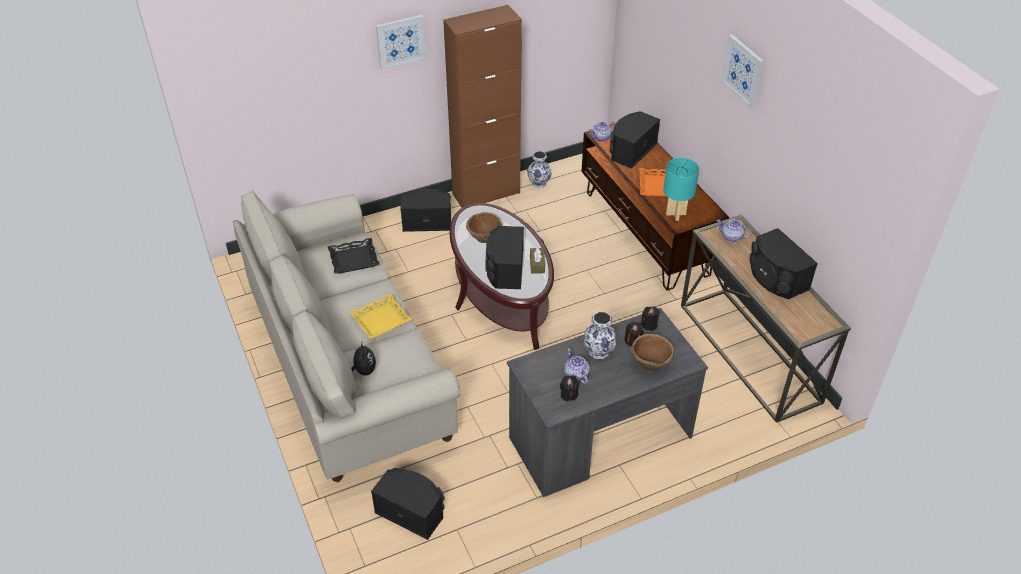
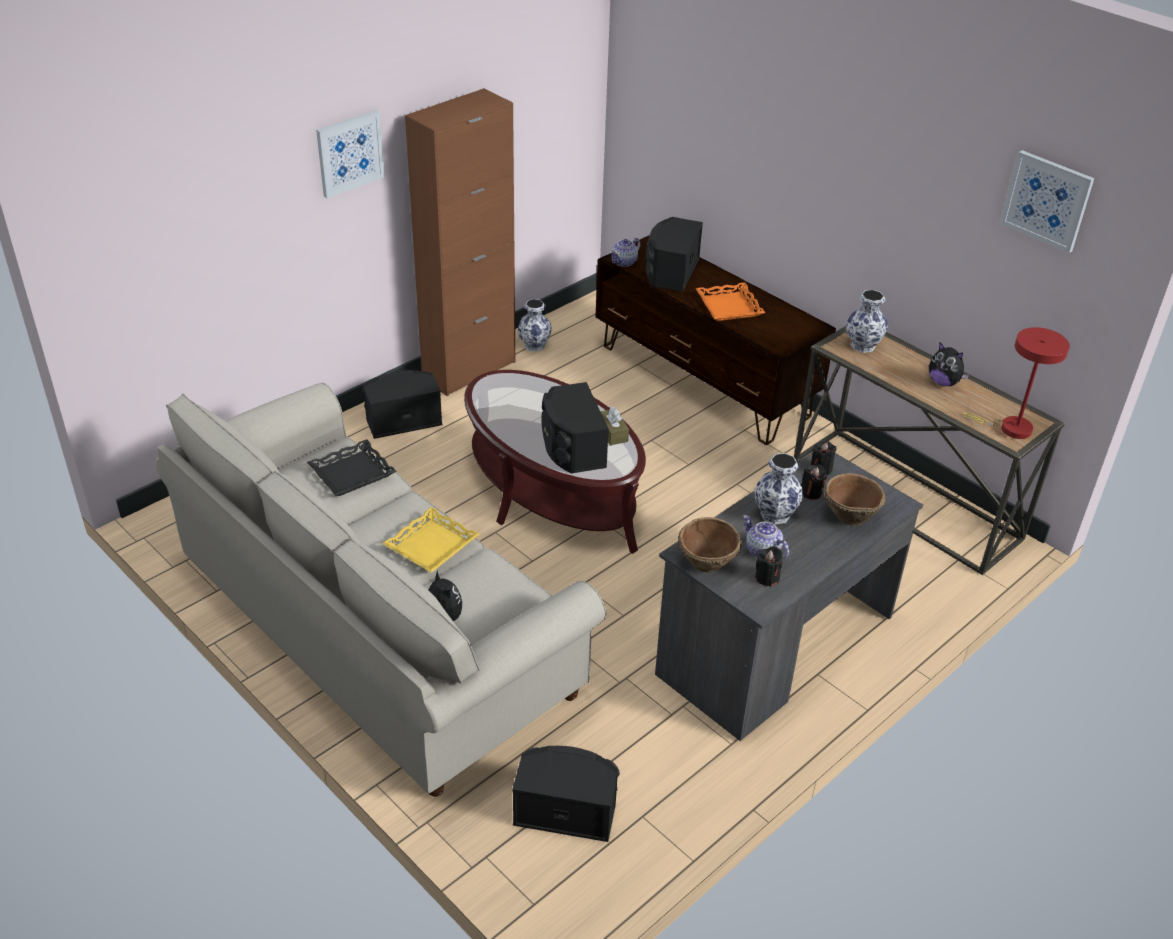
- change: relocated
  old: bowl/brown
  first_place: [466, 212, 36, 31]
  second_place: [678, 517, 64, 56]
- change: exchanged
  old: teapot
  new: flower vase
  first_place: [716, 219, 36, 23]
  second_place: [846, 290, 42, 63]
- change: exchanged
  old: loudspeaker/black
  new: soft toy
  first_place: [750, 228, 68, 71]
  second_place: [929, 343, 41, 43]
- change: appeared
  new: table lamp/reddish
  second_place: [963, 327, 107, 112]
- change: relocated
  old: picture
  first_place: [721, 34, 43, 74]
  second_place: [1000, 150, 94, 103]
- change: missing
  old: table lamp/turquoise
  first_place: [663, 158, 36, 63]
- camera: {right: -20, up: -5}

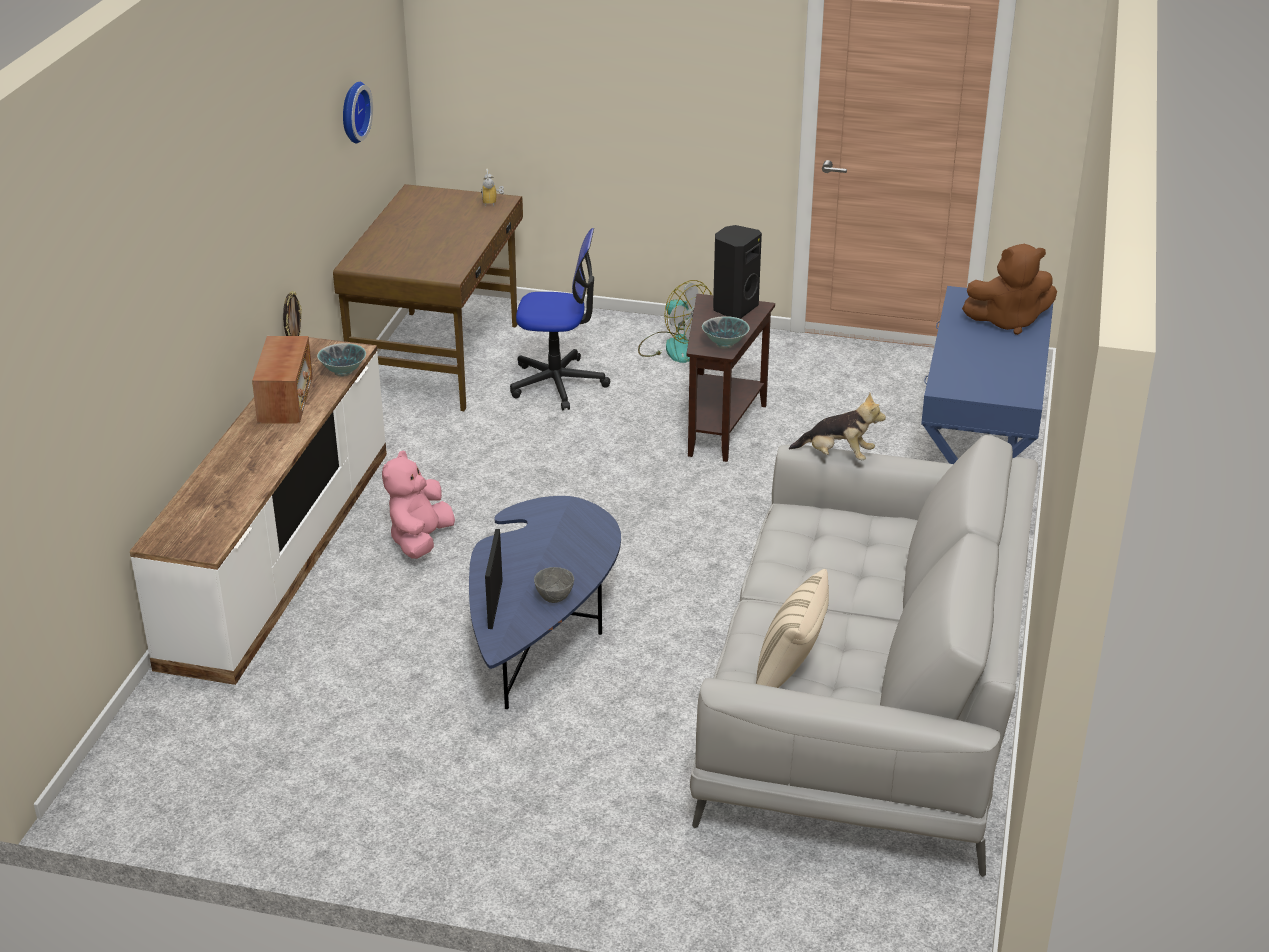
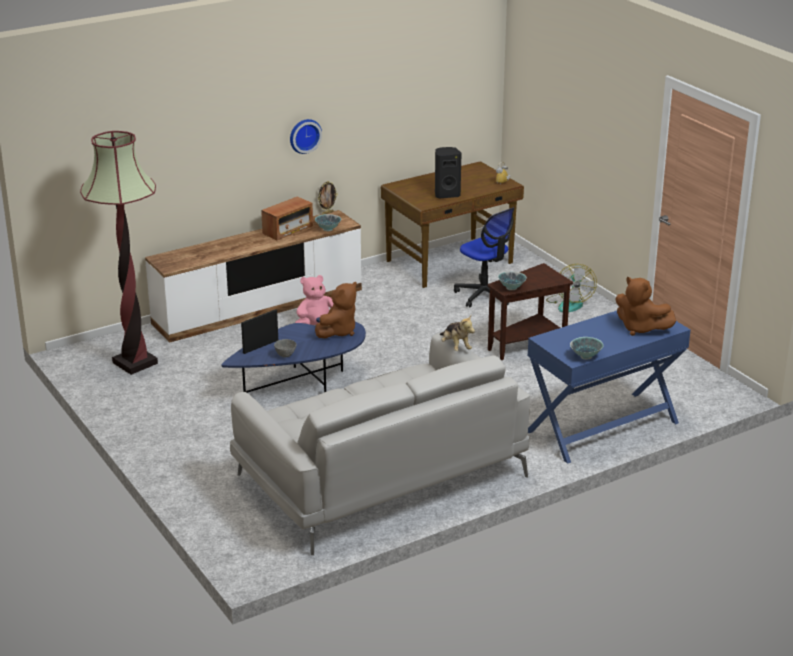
- change: appeared
  new: standing lamp
  second_place: [80, 131, 78, 244]
- change: relocated
  old: clock on the wall
  first_place: [343, 82, 30, 61]
  second_place: [290, 119, 32, 35]
- change: appeared
  new: soft toy/brown
  second_place: [315, 282, 42, 56]
- change: relocated
  old: loudspeaker/black
  first_place: [713, 225, 49, 94]
  second_place: [435, 147, 26, 51]
- change: appeared
  new: bowl
  second_place: [570, 337, 34, 23]
- change: missing
  old: throw pillow/sand-coloured
  first_place: [756, 569, 73, 119]
- camera: {right: 45, up: -5}

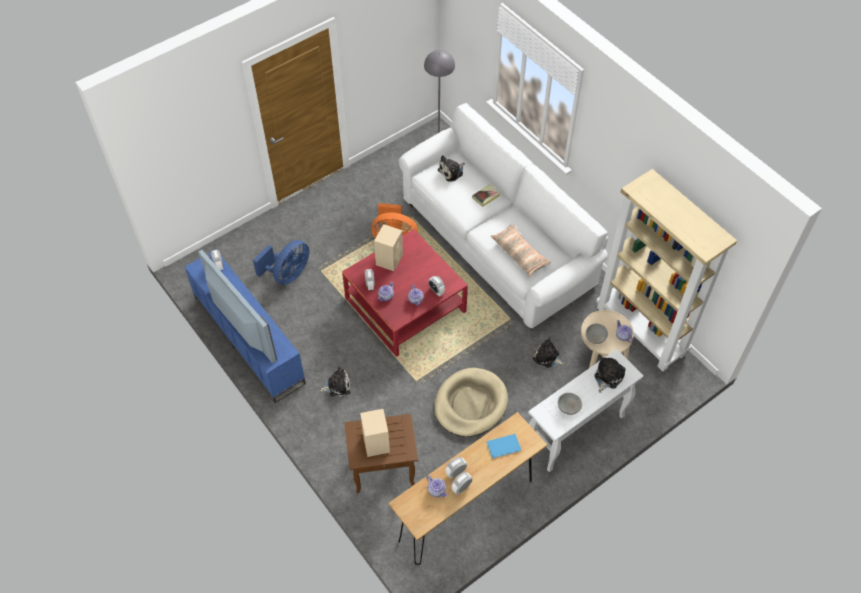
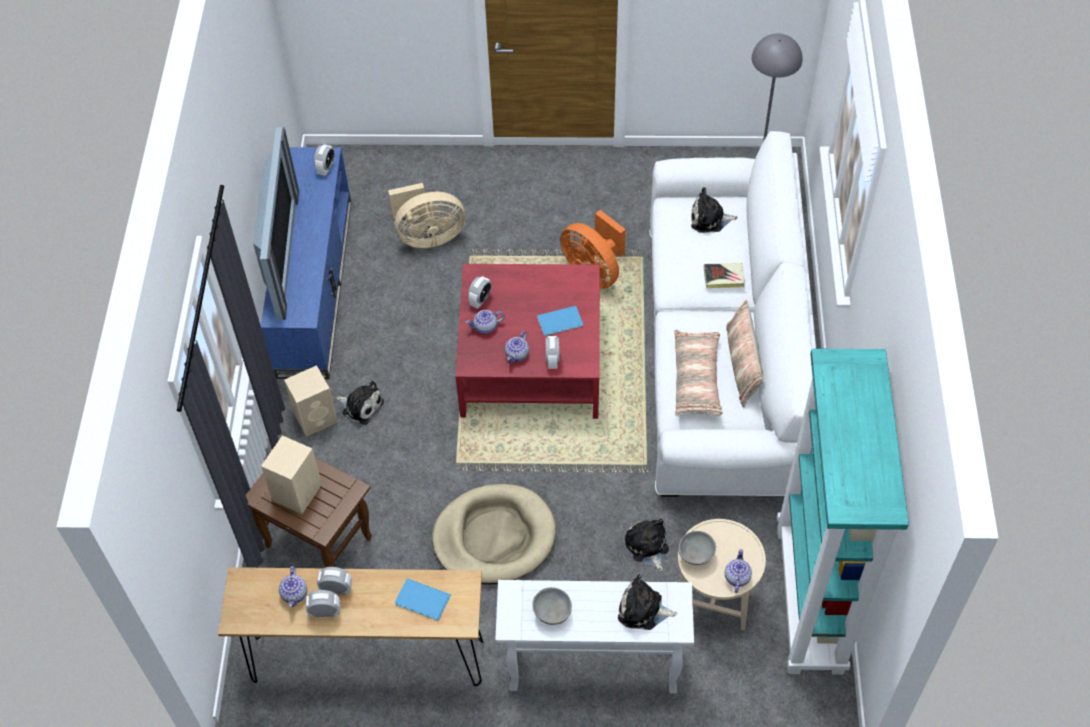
- change: relocated
  old: loudspeaker/sand-coloured
  first_place: [374, 224, 29, 47]
  second_place: [284, 365, 54, 71]
- change: colour
  old: fan/blue-coloured
  new: fan/sand-coloured
  first_place: [253, 240, 56, 45]
  second_place: [388, 183, 78, 65]
- change: appeared
  new: bound book/blue-coloured
  second_place: [537, 306, 46, 30]
- change: spun
  old: soft toy
  first_place: [594, 358, 31, 35]
  second_place: [618, 574, 59, 56]
  degrees: -150
- change: appeared
  new: throw pillow
  second_place: [726, 300, 37, 108]
- change: colour
  old: shelving unit/sand-coloured
  new: shelving unit/turquoise
  first_place: [596, 169, 141, 202]
  second_place: [777, 349, 132, 326]
- camera: {right: 40, up: 0}

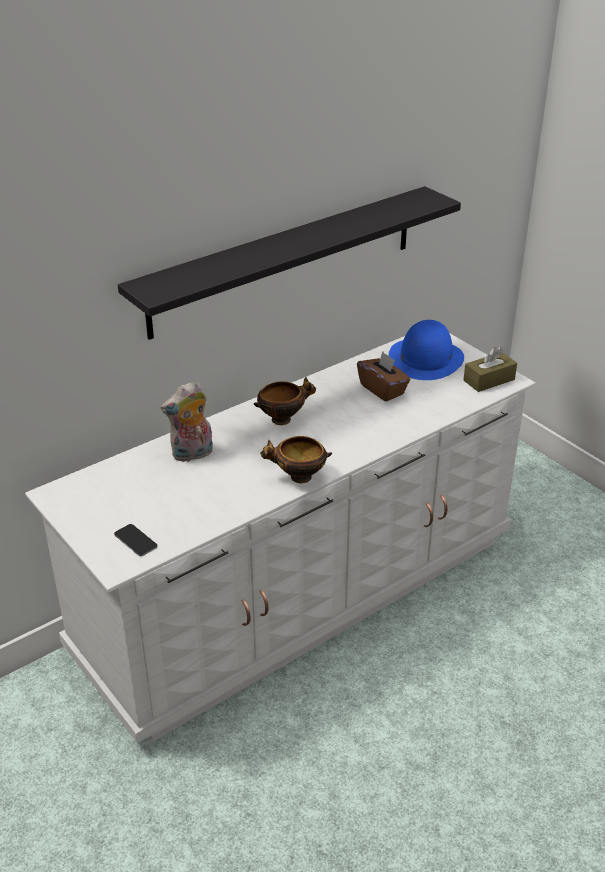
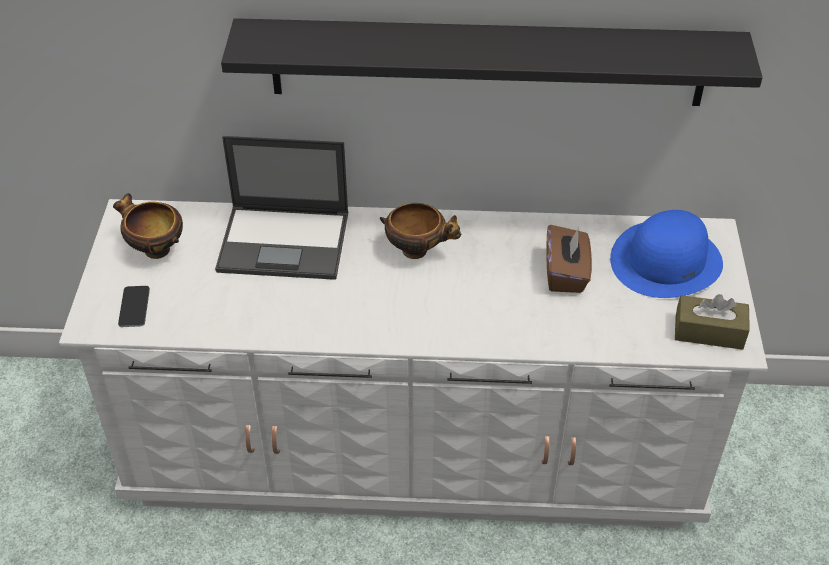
- change: relocated
  old: bowl
  first_place: [260, 436, 72, 47]
  second_place: [113, 193, 70, 66]
- change: exchanged
  old: soft toy
  new: portable computer
  first_place: [161, 381, 52, 81]
  second_place: [215, 136, 133, 144]
- camera: {right: 40, up: 10}

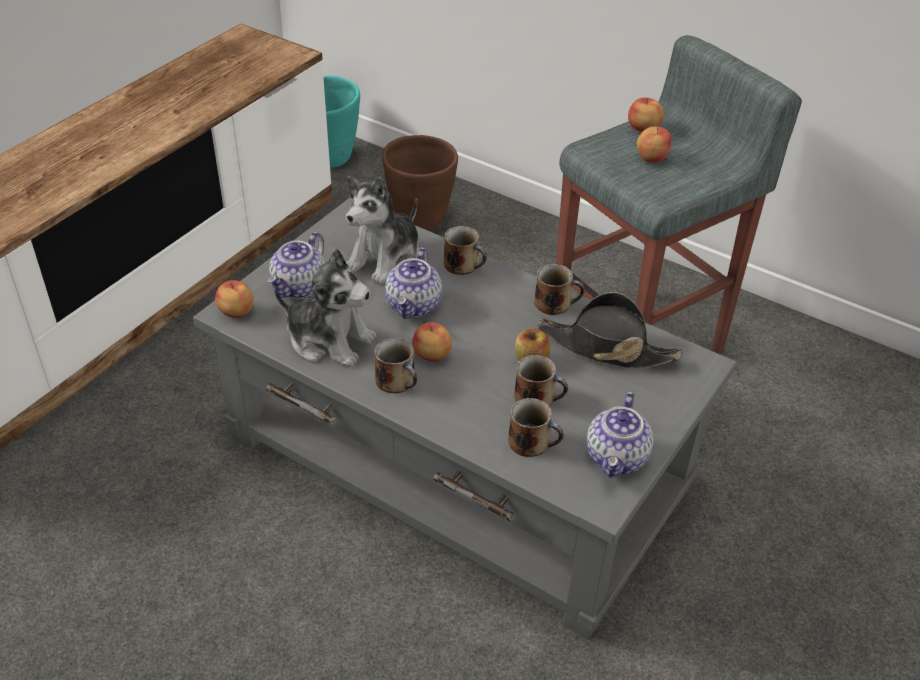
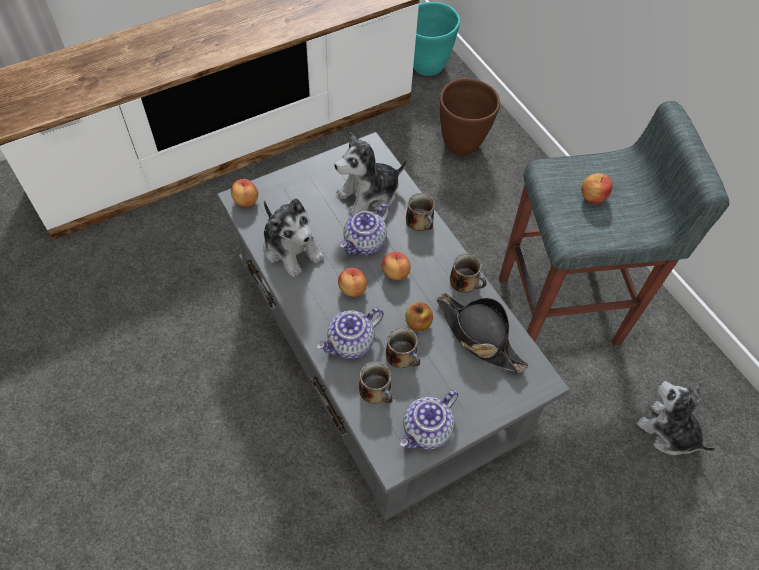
- change: relocated
  old: teapot
  first_place: [267, 232, 58, 66]
  second_place: [316, 307, 68, 52]
- change: relocated
  old: whole apple
  first_place: [628, 98, 36, 34]
  second_place: [382, 252, 29, 29]
- change: appeared
  new: soft toy
  second_place: [637, 381, 79, 74]
- change: missing
  old: tea mug
  first_place: [374, 338, 43, 55]
- camera: {right: 25, up: 15}

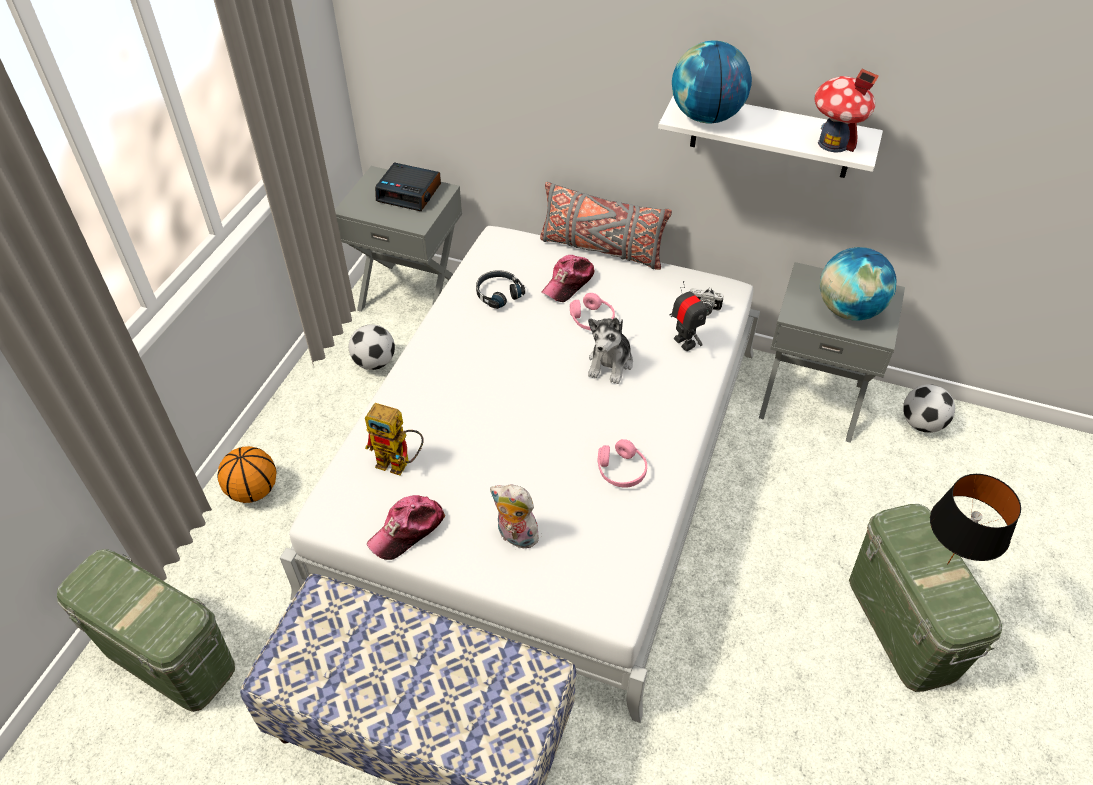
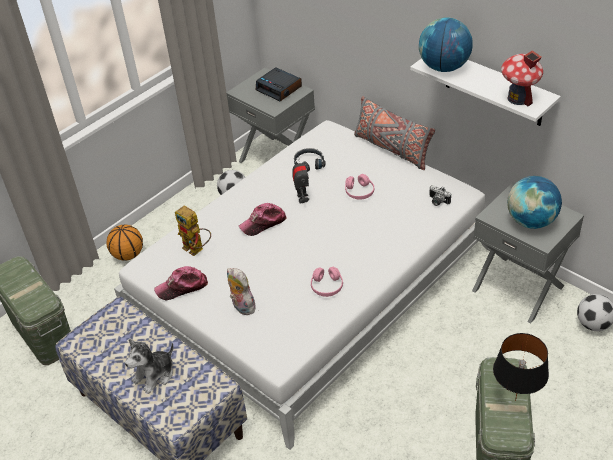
- change: relocated
  old: soft toy
  first_place: [588, 318, 45, 66]
  second_place: [125, 339, 48, 55]
- change: relocated
  old: peaked cap
  first_place: [541, 255, 53, 47]
  second_place: [239, 203, 48, 33]
- change: relocated
  old: model robot
  first_place: [670, 281, 37, 70]
  second_place: [292, 155, 17, 48]
- camera: {right: 25, up: -5}

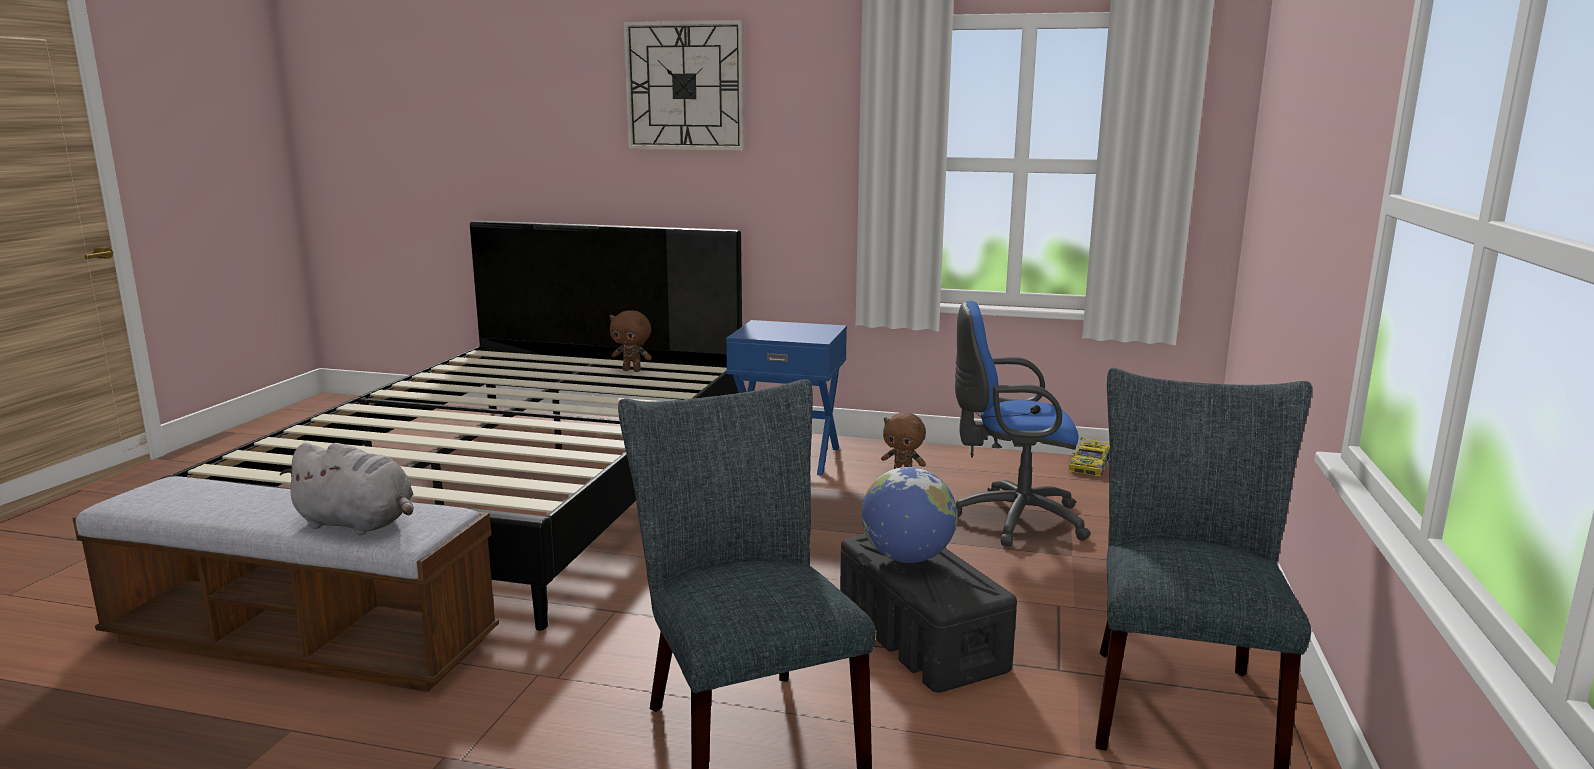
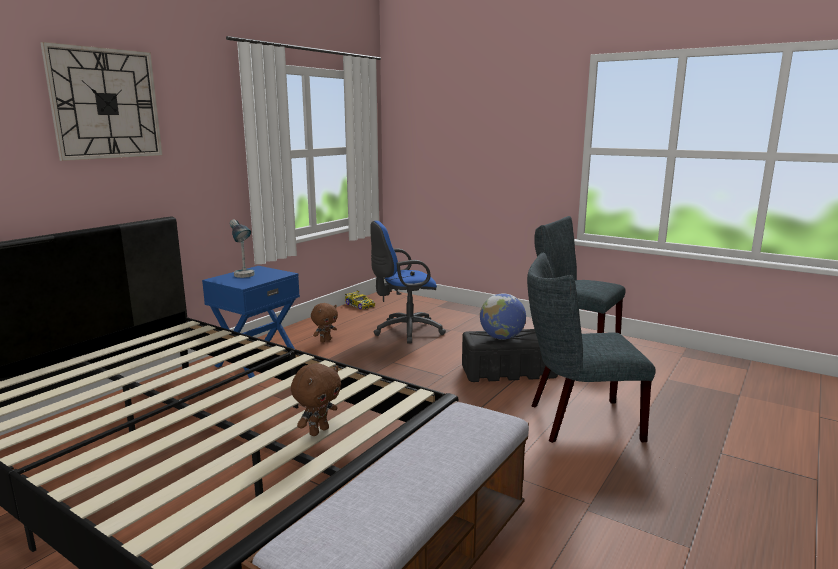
- change: appeared
  new: table lamp
  second_place: [230, 219, 24, 59]
- change: relocated
  old: soft toy/brown
  first_place: [610, 310, 42, 62]
  second_place: [291, 363, 50, 73]
- change: spun
  old: desk chair/blue-coloured
  first_place: [955, 301, 136, 246]
  second_place: [370, 221, 76, 122]
  degrees: 45
- change: missing
  old: soft toy/gray
  first_place: [279, 443, 135, 92]
- camera: {right: -70, up: 0}

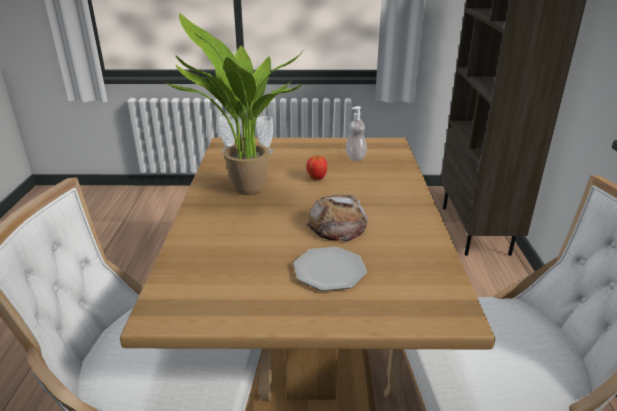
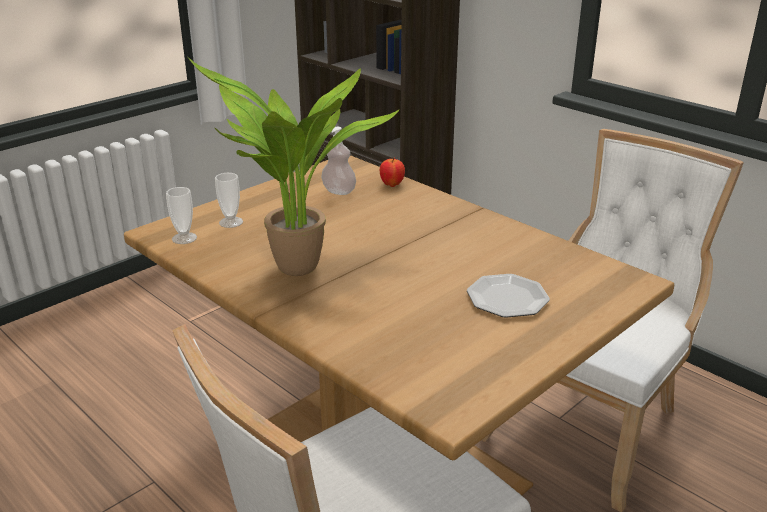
- change: relocated
  old: whole apple
  first_place: [307, 155, 20, 25]
  second_place: [380, 158, 25, 29]
- change: missing
  old: baked bread
  first_place: [306, 194, 62, 48]
- camera: {right: -45, up: 0}

